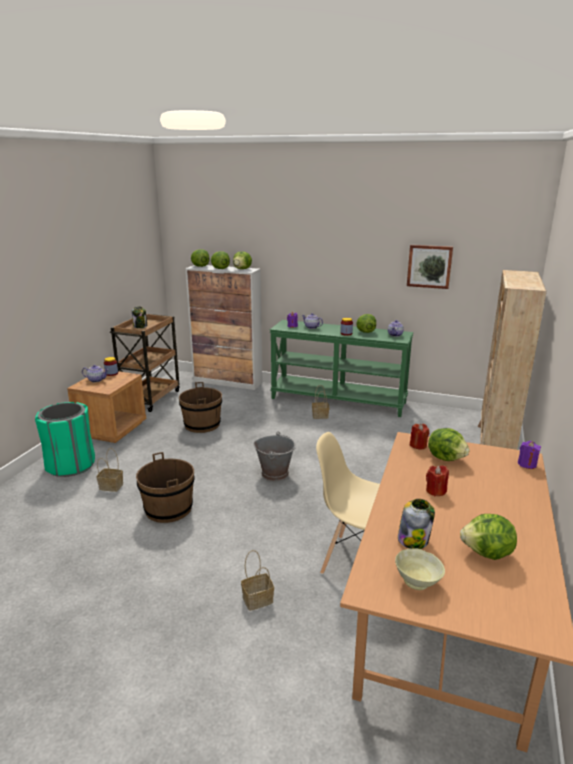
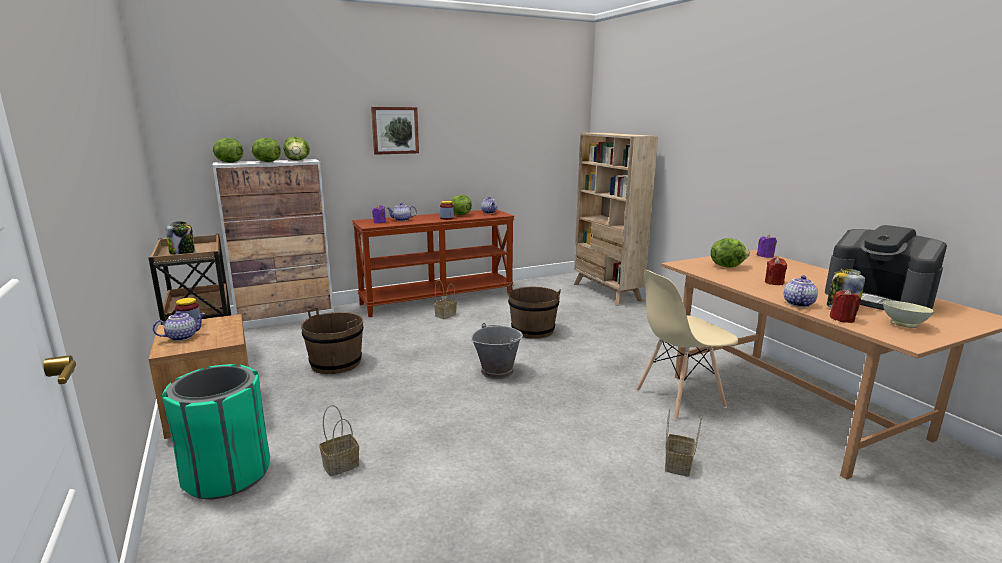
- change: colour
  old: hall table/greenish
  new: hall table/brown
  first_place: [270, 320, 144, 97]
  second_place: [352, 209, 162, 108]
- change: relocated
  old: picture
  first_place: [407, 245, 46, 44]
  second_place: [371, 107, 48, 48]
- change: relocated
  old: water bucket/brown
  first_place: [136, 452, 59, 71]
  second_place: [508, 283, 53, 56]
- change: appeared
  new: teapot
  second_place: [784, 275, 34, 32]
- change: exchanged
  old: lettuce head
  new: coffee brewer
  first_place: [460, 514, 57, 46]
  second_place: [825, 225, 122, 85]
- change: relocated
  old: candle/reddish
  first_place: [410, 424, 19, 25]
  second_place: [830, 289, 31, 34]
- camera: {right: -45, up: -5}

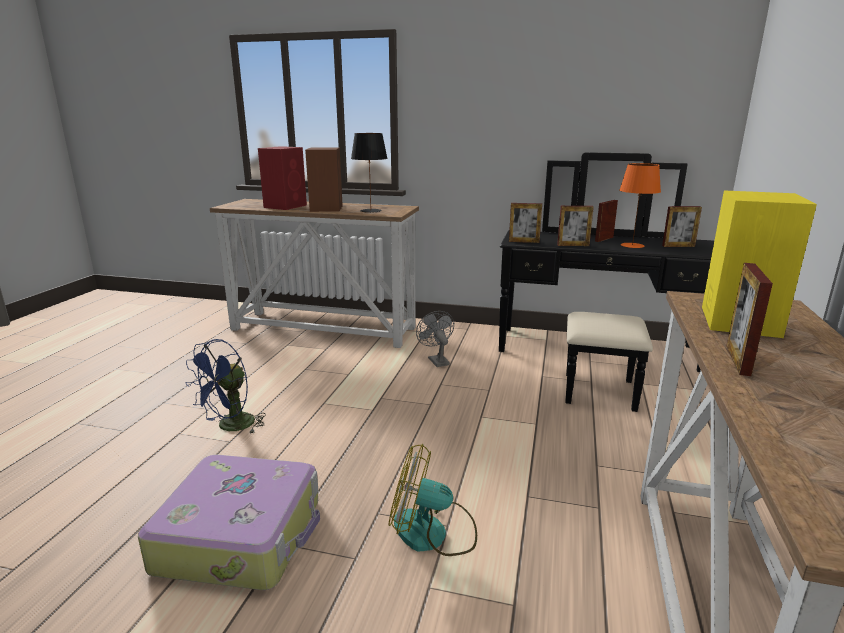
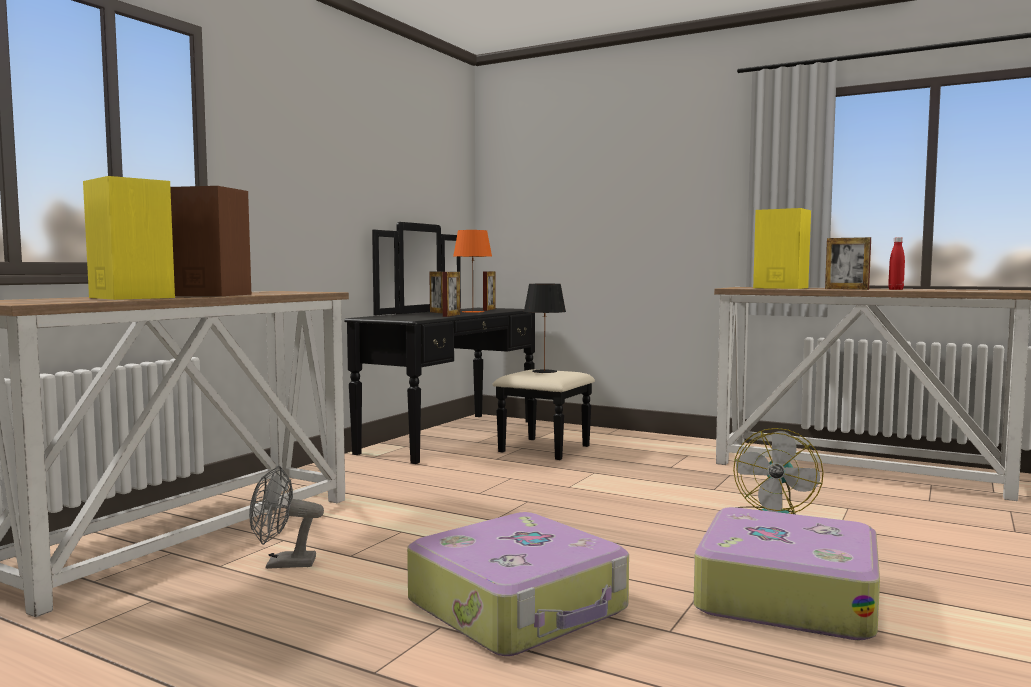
- change: colour
  old: loudspeaker/reddish
  new: loudspeaker/yellowish
  first_place: [258, 146, 49, 64]
  second_place: [83, 176, 92, 124]
- change: relocated
  old: fan/gray
  first_place: [416, 311, 38, 56]
  second_place: [249, 466, 75, 103]
- change: exchanged
  old: fan/blue-coloured
  new: piece of luggage
  first_place: [186, 339, 80, 95]
  second_place: [407, 512, 222, 144]
- change: relocated
  old: table lamp/black
  first_place: [351, 133, 37, 80]
  second_place: [524, 284, 42, 89]
- change: appeared
  new: beverage bottle/reddish
  second_place: [888, 237, 17, 53]
- change: missing
  old: photo frame
  first_place: [509, 203, 33, 40]
- camera: {right: -75, up: -15}

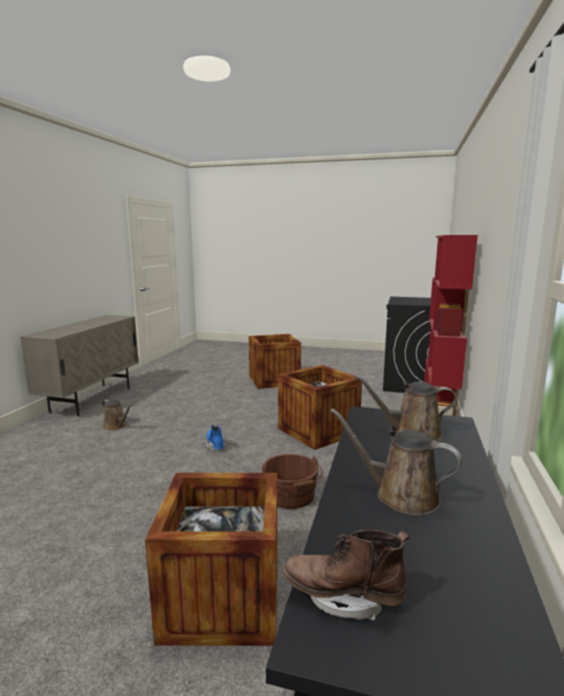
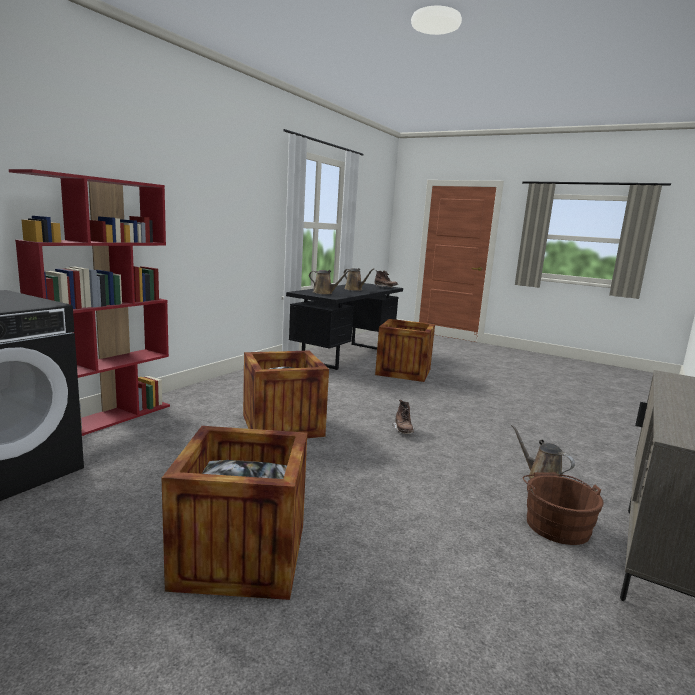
- change: colour
  old: high-top boot/blue-coloured
  new: high-top boot/brown
  first_place: [206, 425, 21, 26]
  second_place: [392, 400, 22, 34]
- change: relocated
  old: water bucket/brown
  first_place: [262, 454, 61, 55]
  second_place: [523, 472, 80, 73]
- camera: {right: -165, up: 0}

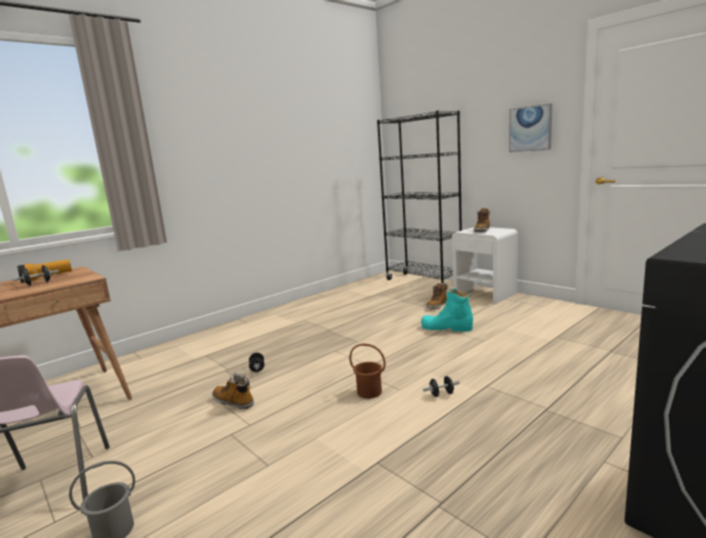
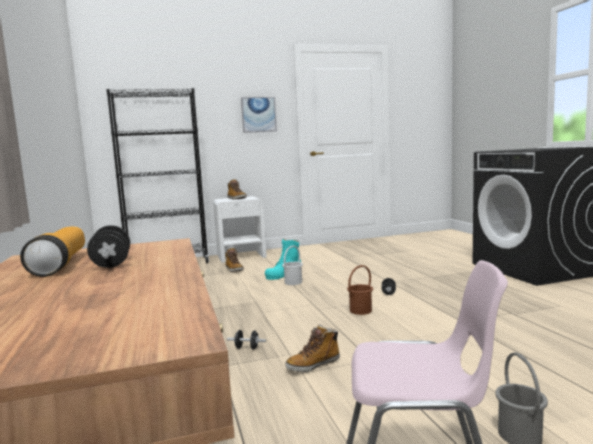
- change: appeared
  new: water bucket/white
  second_place: [282, 246, 21, 39]
- camera: {right: -65, up: -5}

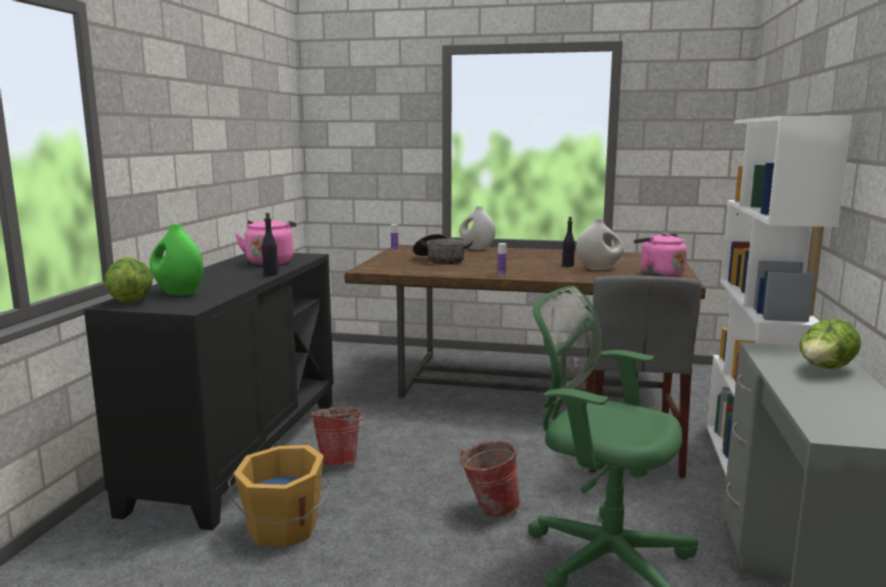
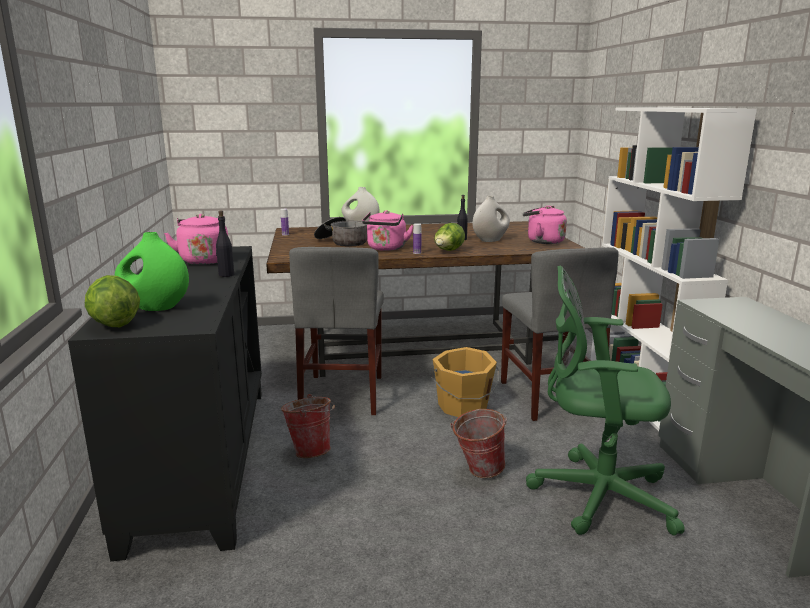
- change: appeared
  new: plain chair/gray
  second_place: [289, 247, 95, 168]
- change: appeared
  new: kettle/pink
  second_place: [362, 210, 51, 41]
- change: relocated
  old: water bucket/orangey
  first_place: [228, 445, 102, 102]
  second_place: [431, 347, 68, 70]
- change: relocated
  old: lettuce head
  first_place: [800, 319, 61, 50]
  second_place: [434, 223, 31, 28]
- camera: {right: -20, up: 5}

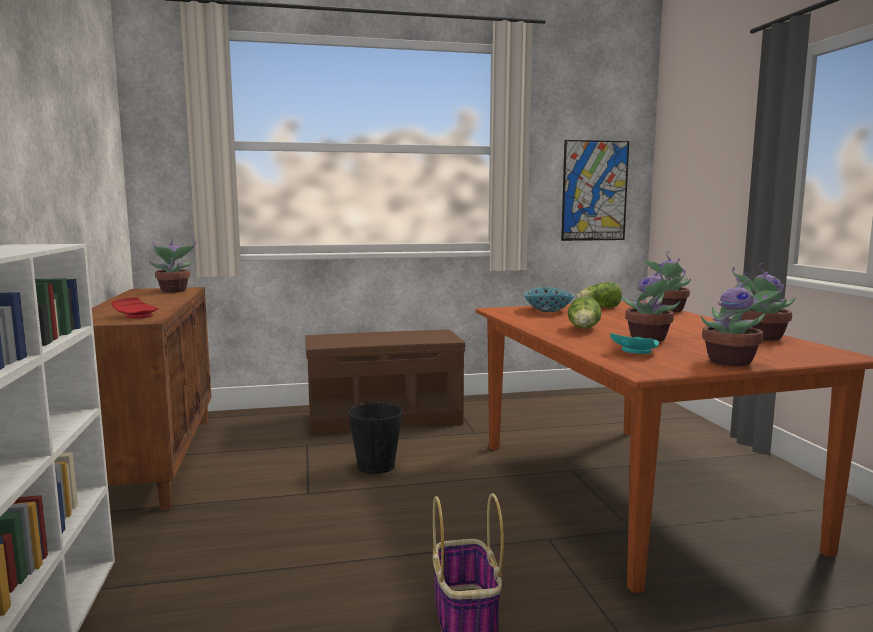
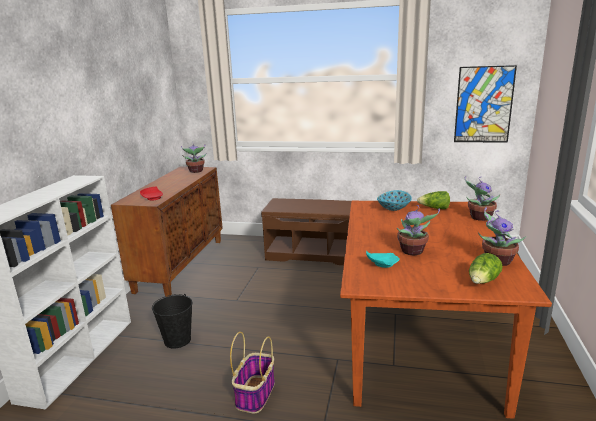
- change: relocated
  old: water bucket/black
  first_place: [347, 400, 56, 74]
  second_place: [152, 294, 40, 55]
- change: relocated
  old: lettuce head
  first_place: [568, 297, 33, 31]
  second_place: [469, 253, 34, 31]
- change: missing
  old: plant in a pot
  first_place: [700, 274, 84, 92]
- camera: {right: 25, up: 10}

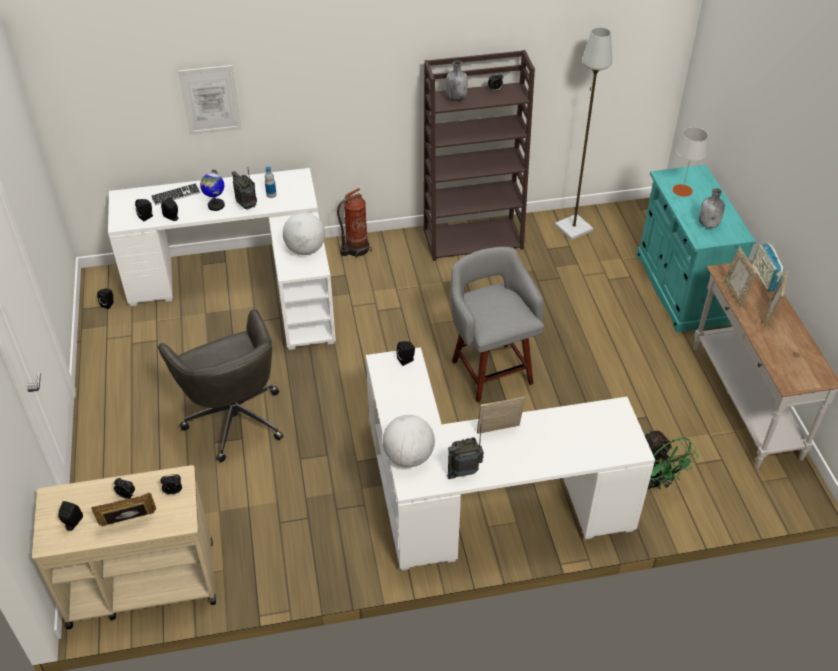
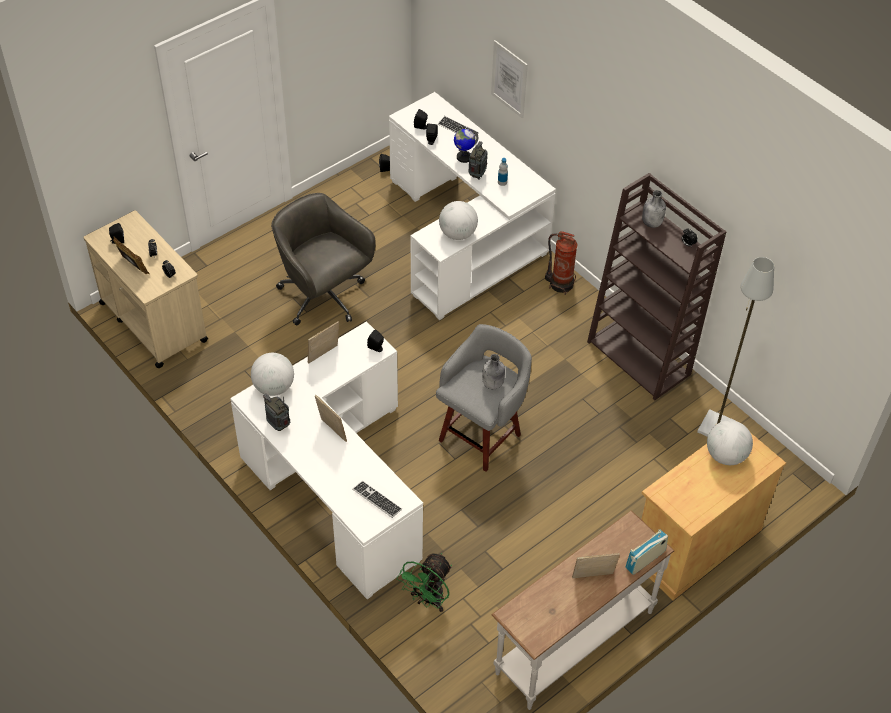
- change: spun
  old: desk chair/gray
  first_place: [158, 310, 125, 152]
  second_place: [271, 193, 105, 132]
  degrees: 105
- change: relocated
  old: photo frame
  first_place: [724, 247, 33, 60]
  second_place: [308, 321, 31, 43]
- change: appeared
  new: computer keyboard
  second_place: [352, 481, 50, 37]
- change: relocated
  old: beverage bottle/gray
  first_place: [699, 188, 26, 40]
  second_place: [482, 354, 23, 35]
- change: colour
  old: cabinet/turquoise
  new: cabinet/sand-coloured
  first_place: [636, 165, 120, 167]
  second_place: [641, 433, 145, 168]
- change: exchanged
  old: table lamp/gray
  new: world globe
  first_place: [672, 127, 36, 70]
  second_place: [707, 420, 46, 45]
- camera: {right: 60, up: 5}

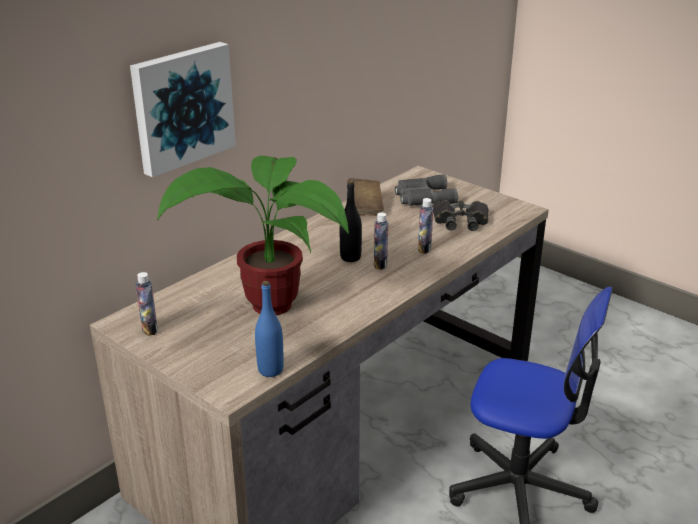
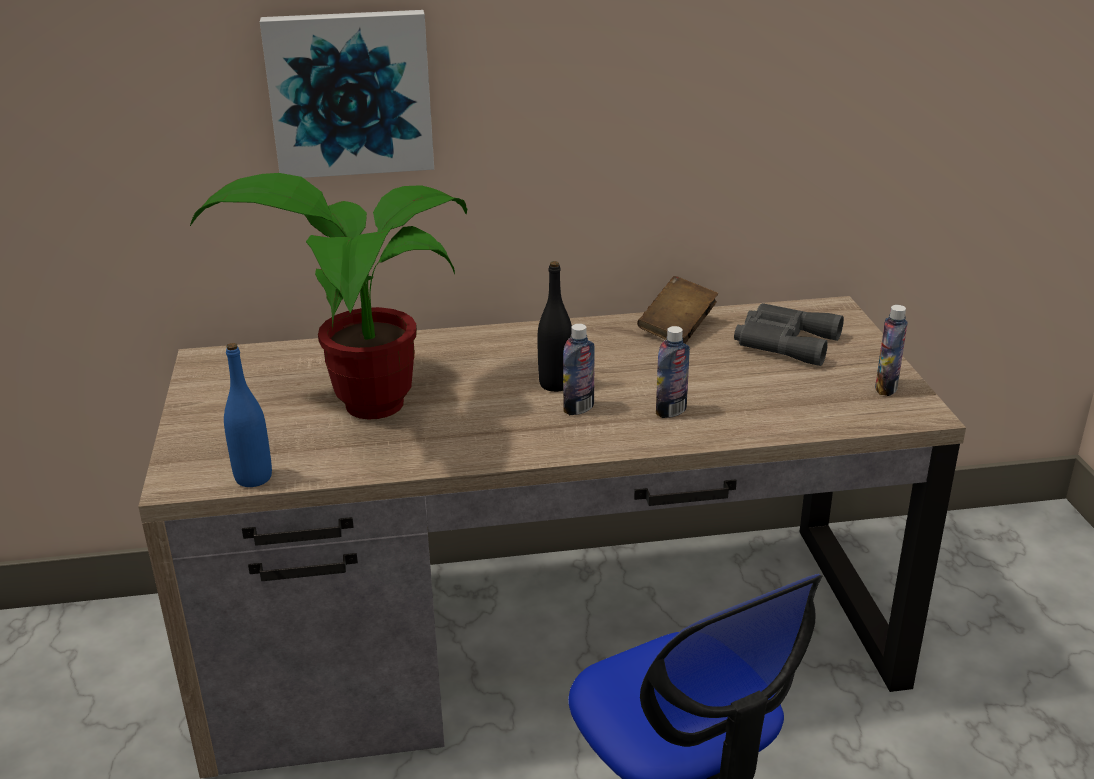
- change: relocated
  old: beverage bottle
  first_place: [136, 272, 22, 64]
  second_place: [875, 305, 33, 91]
- change: missing
  old: field glasses/black
  first_place: [433, 200, 55, 31]
- camera: {right: 40, up: 0}

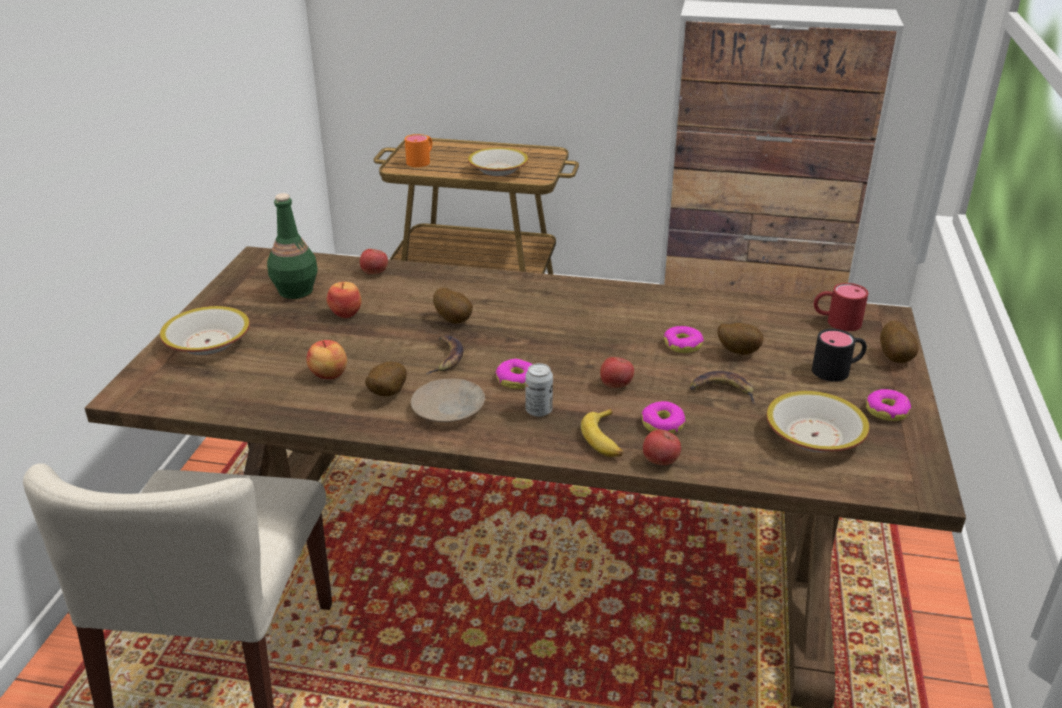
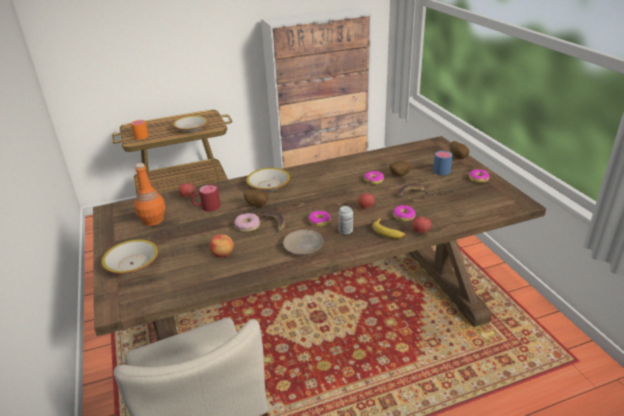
- change: colour
  old: beverage bottle/greenish
  new: beverage bottle/orangey
  first_place: [267, 193, 51, 106]
  second_place: [134, 163, 32, 63]
- change: relocated
  old: tea mug/reddish
  first_place: [814, 283, 54, 48]
  second_place: [191, 184, 30, 27]
- change: appeared
  new: ring doughnut
  second_place: [234, 213, 26, 19]
- change: relocated
  old: bowl
  first_place: [766, 391, 103, 62]
  second_place: [246, 168, 44, 24]
- change: colour
  old: tea mug/black
  new: tea mug/blue-coloured
  first_place: [812, 329, 55, 53]
  second_place: [433, 151, 20, 24]
- change: missing
  old: whole apple
  first_place: [327, 282, 34, 36]
- change: missing
  old: whole potato
  first_place: [365, 362, 42, 34]
- camera: {right: -30, up: 0}

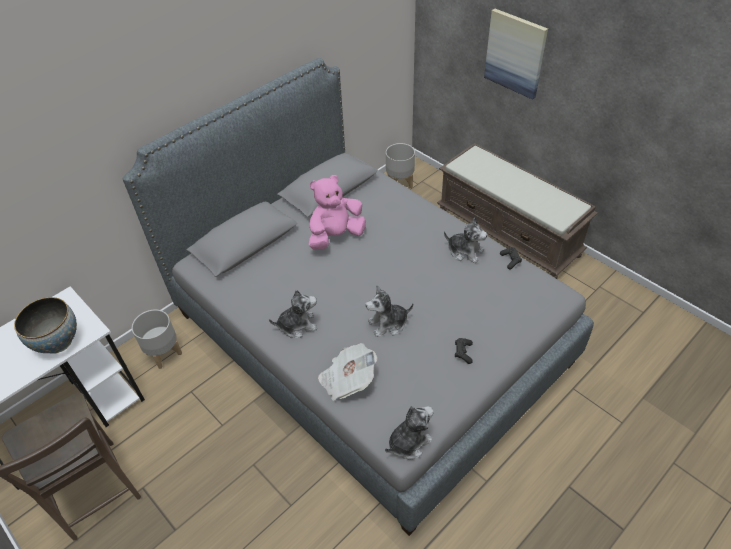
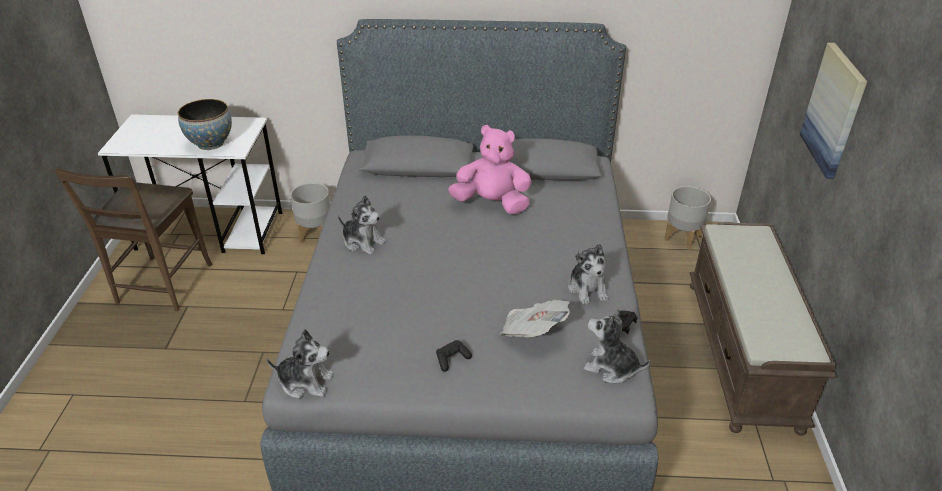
- change: relocated
  old: newspaper
  first_place: [318, 343, 60, 58]
  second_place: [500, 300, 70, 37]
- change: relocated
  old: soft toy
  first_place: [365, 285, 48, 52]
  second_place: [584, 308, 66, 75]
- camera: {right: 45, up: -10}

